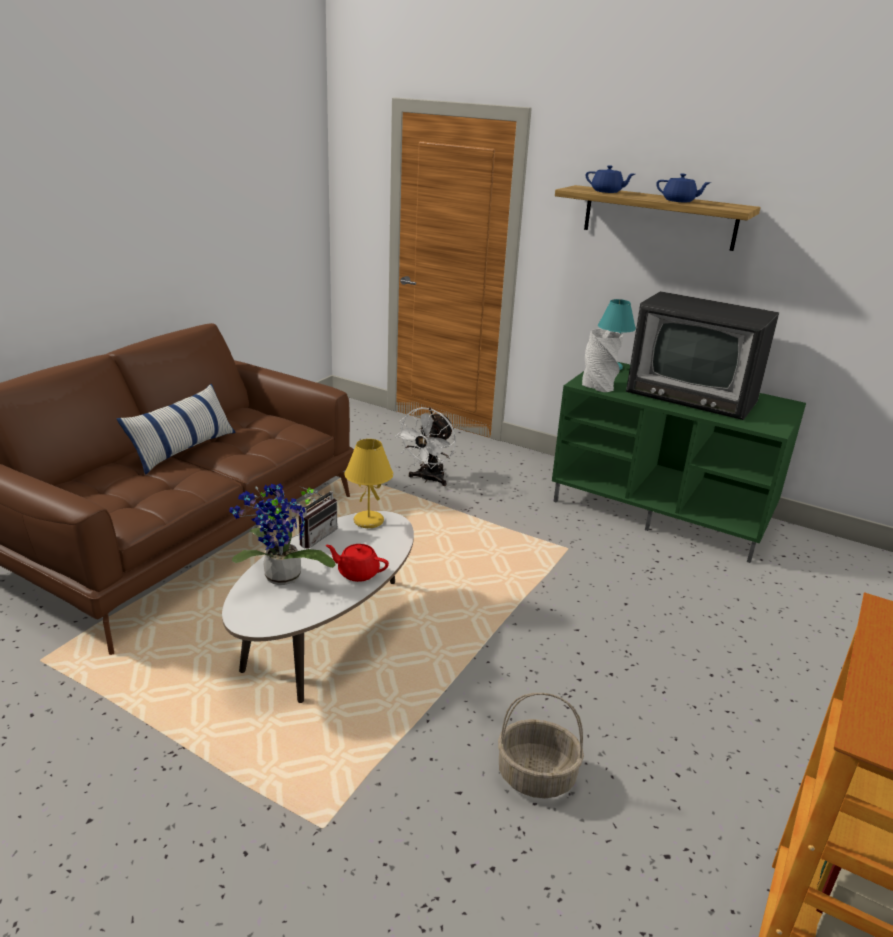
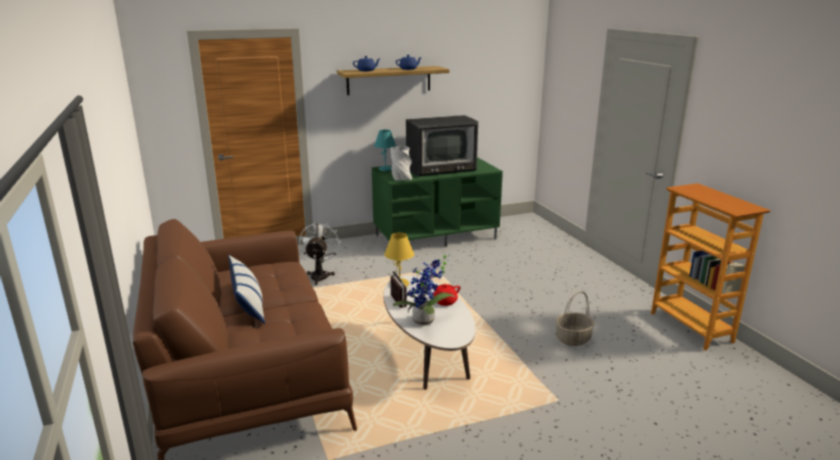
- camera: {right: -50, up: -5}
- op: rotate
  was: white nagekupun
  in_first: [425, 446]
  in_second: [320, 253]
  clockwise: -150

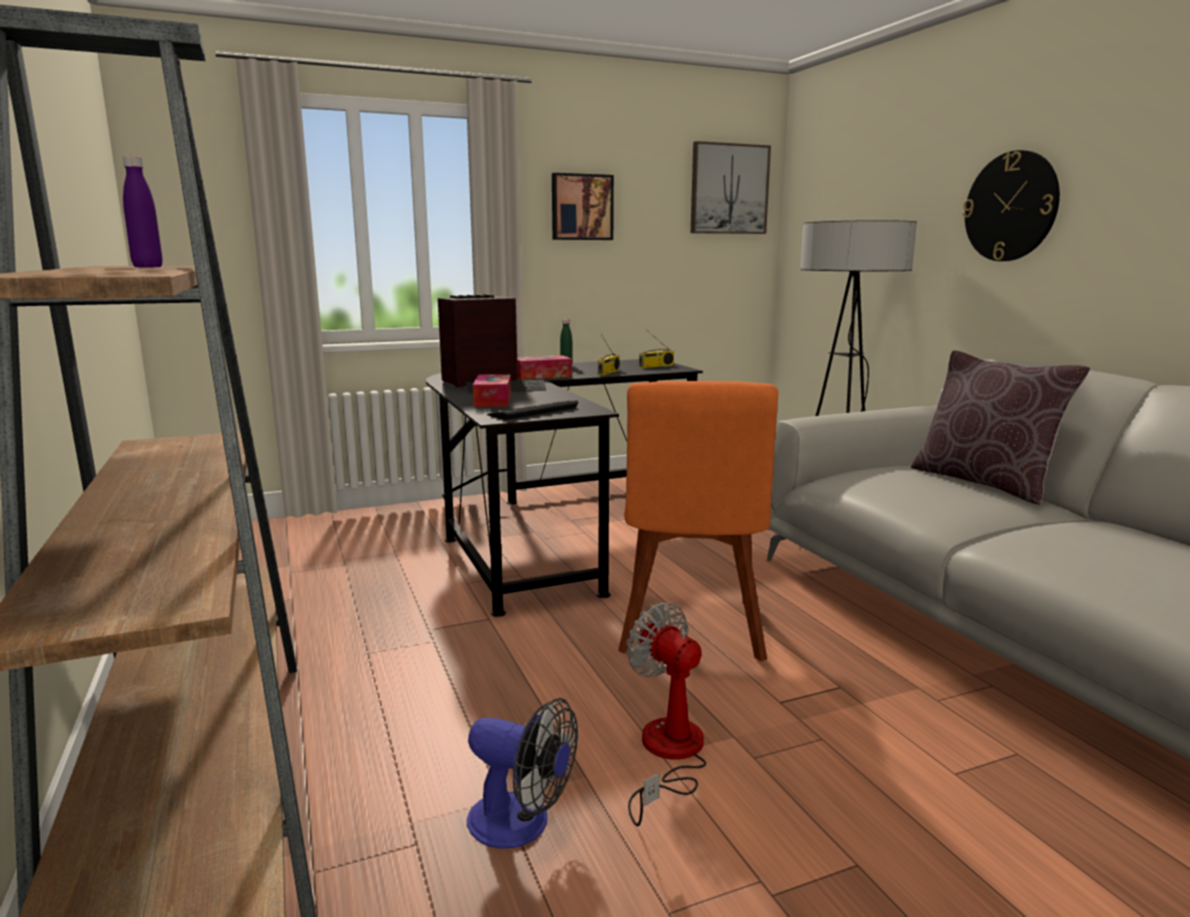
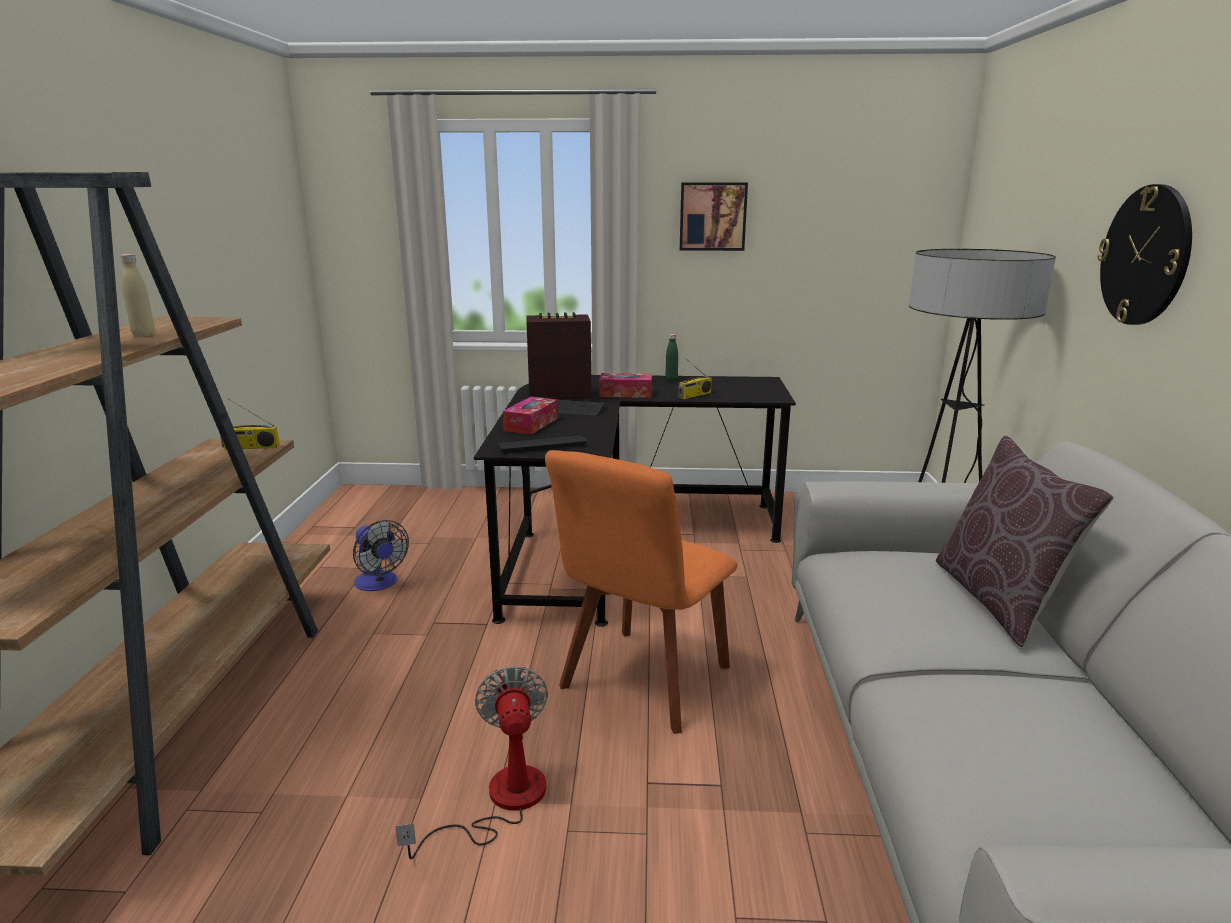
- camera: {right: 25, up: 5}
- op: delete
  was: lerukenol
  in_first: [731, 187]
- op: move
  was: nagekupun
  in_first: [522, 773]
  in_second: [381, 555]
- op: move
  was: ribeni
  in_first: [656, 349]
  in_second: [250, 424]
- op: recolor
  was: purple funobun
  now: beige funobun
  in_first: [143, 211]
  in_second: [137, 295]

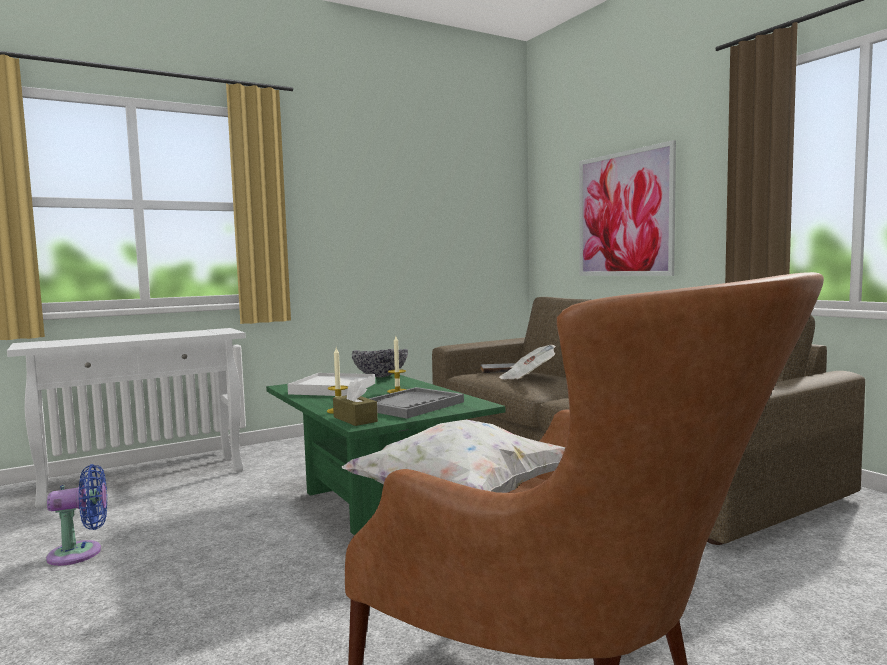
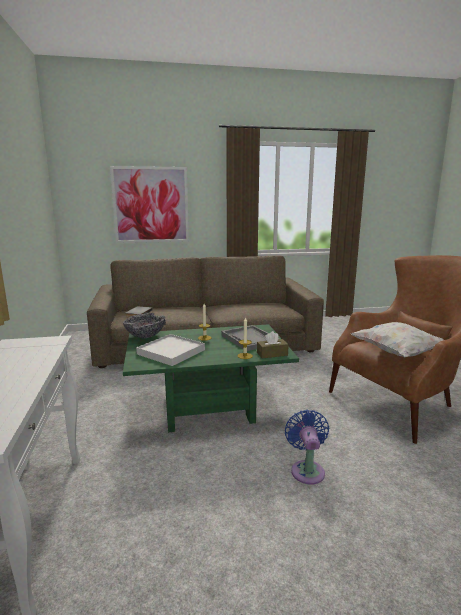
- camera: {right: -70, up: 10}
- op: delete
  was: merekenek
  in_first: [527, 362]
- op: move
  was: blue nagekupun
  in_first: [76, 515]
  in_second: [307, 447]

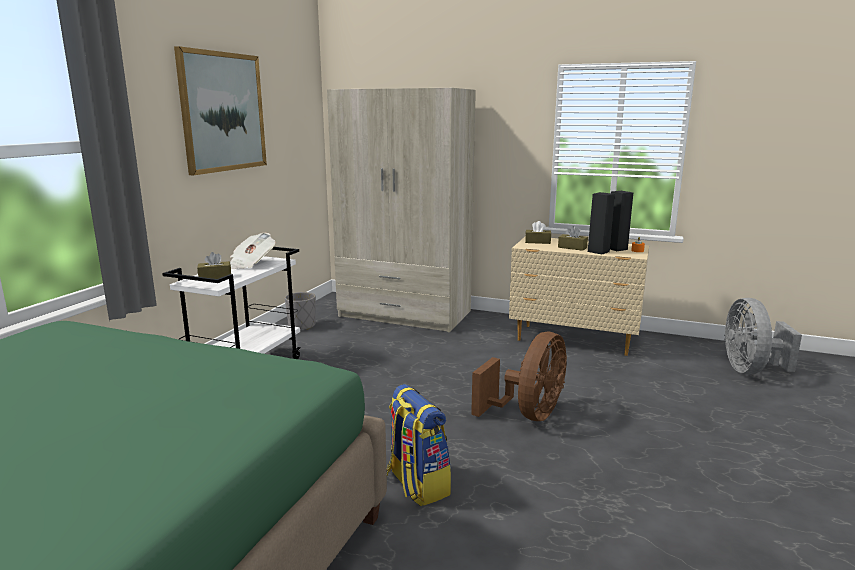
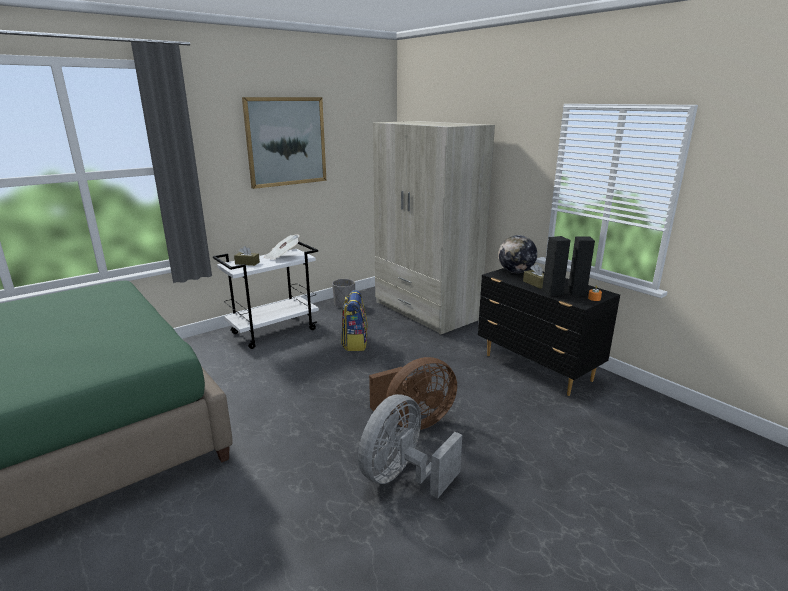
- camera: {right: 30, up: 5}
- op: move
  was: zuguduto
  in_first: [419, 445]
  in_second: [354, 320]
- op: move
  was: grey nagekupun
  in_first: [763, 336]
  in_second: [410, 446]
- op: replace
  was: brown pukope
  now: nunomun
  in_first: [538, 232]
  in_second: [517, 254]
- op: recolor
  was: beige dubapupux
  now: black dubapupux
  in_first: [579, 296]
  in_second: [549, 332]

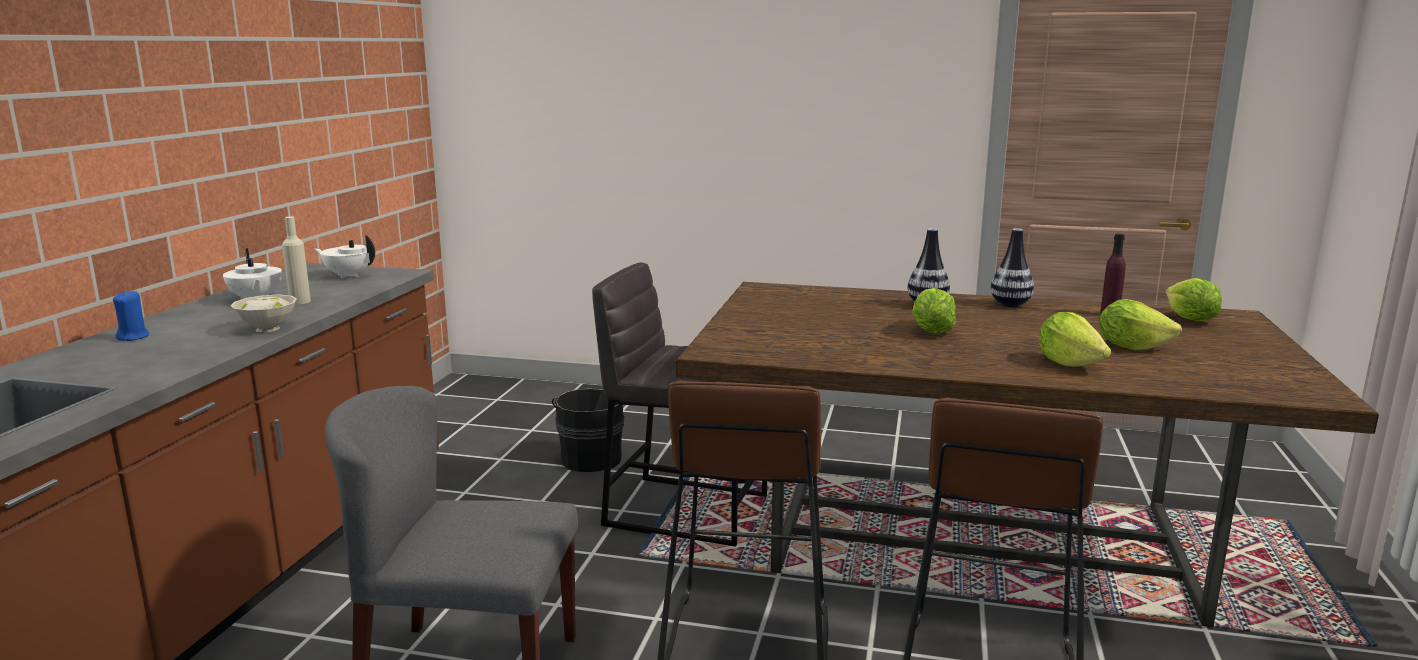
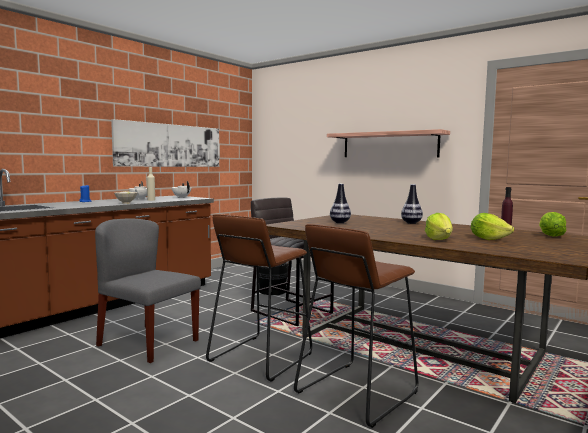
- camera: {right: 25, up: -10}
- op: delete
  was: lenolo
  in_first: [934, 310]
- op: insert
  now: lerukenol
  in_second: [165, 143]
- op: insert
  now: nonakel
  in_second: [388, 143]
- op: move
  was: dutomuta
  in_first: [1012, 267]
  in_second: [340, 203]

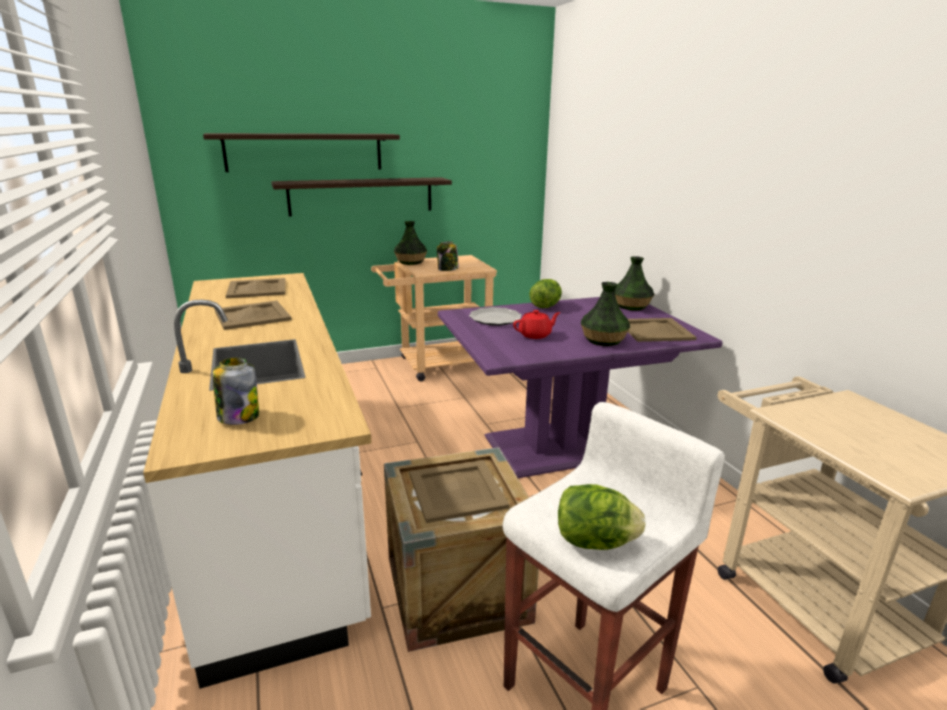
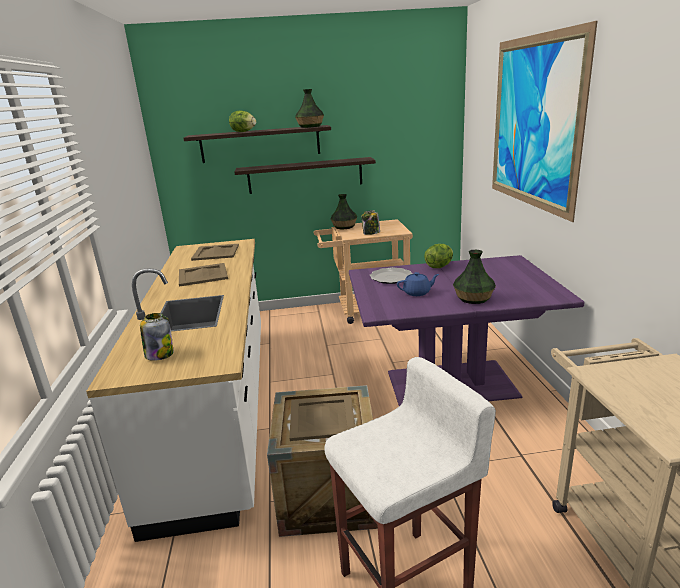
- camera: {right: 15, up: 0}
- op: delete
  was: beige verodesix
  in_first: [662, 330]
- op: insert
  now: lerukenol
  in_second: [544, 121]
- op: move
  was: lenolo
  in_first: [602, 517]
  in_second: [242, 121]
- op: move
  was: dutomuta
  in_first: [634, 283]
  in_second: [309, 108]
- op: recolor
  was: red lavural
  now: blue lavural
  in_first: [536, 324]
  in_second: [418, 284]

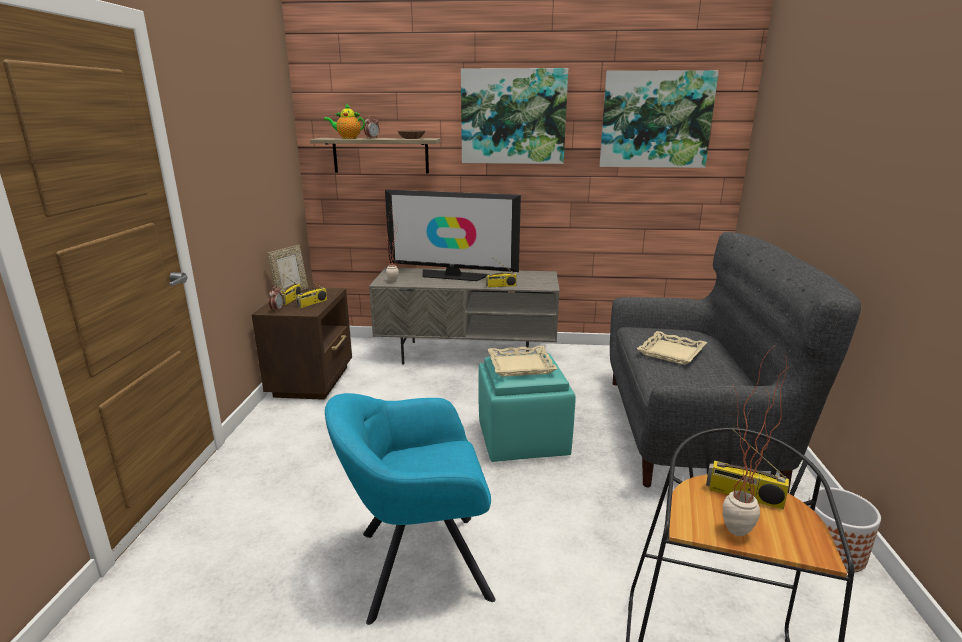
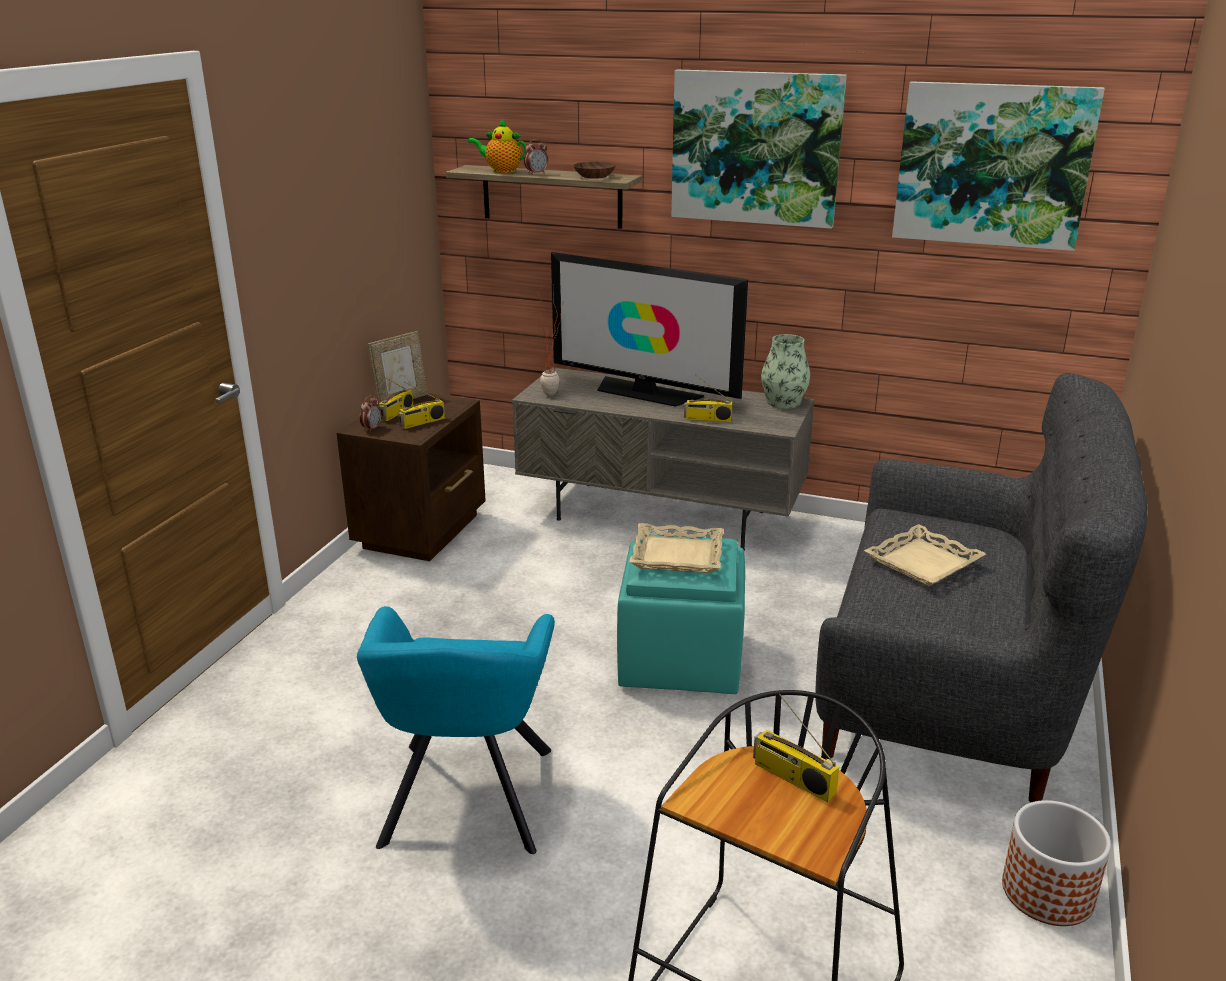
- camera: {right: 15, up: 5}
- op: delete
  was: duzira
  in_first: [757, 440]
- op: insert
  now: dutomuta
  in_second: [786, 371]
- op: rotate
  was: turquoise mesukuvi
  in_first: [410, 509]
  in_second: [456, 730]
  clockwise: -90

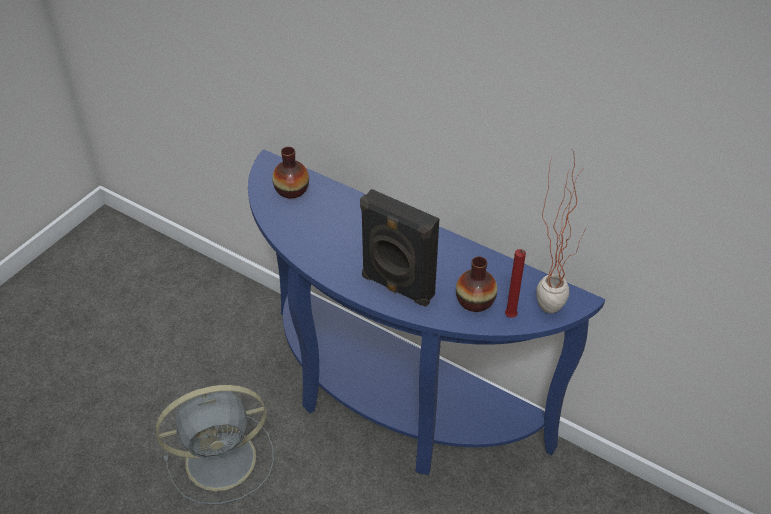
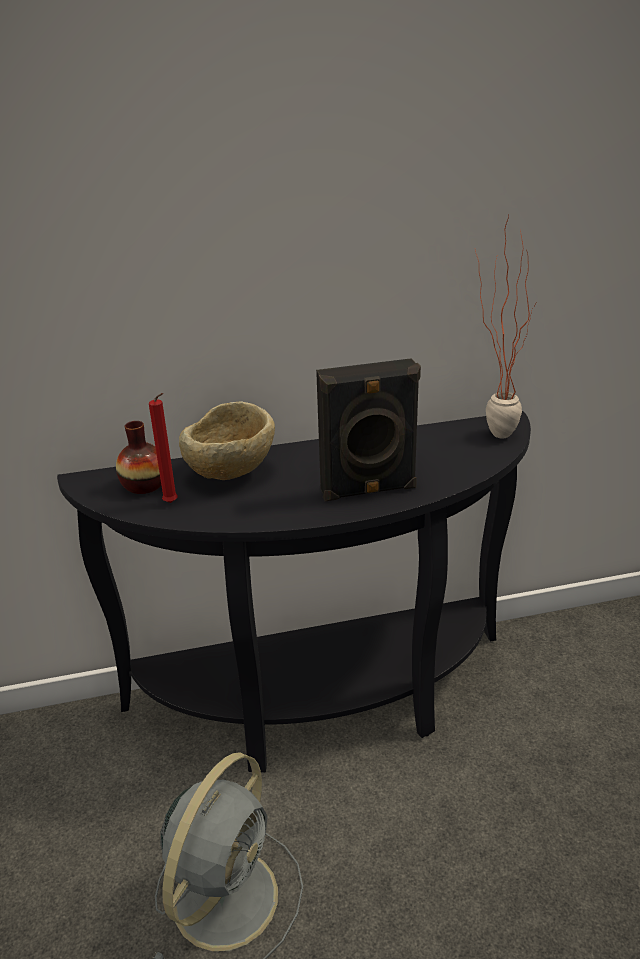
- camera: {right: -45, up: -15}
- op: delete
  was: dutomuta
  in_first: [476, 284]
- op: insert
  now: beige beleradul
  in_second: [227, 440]
- op: move
  was: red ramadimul
  in_first: [515, 283]
  in_second: [163, 448]
- op: recolor
  was: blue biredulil
  now: black biredulil
  in_first: [426, 312]
  in_second: [294, 591]

